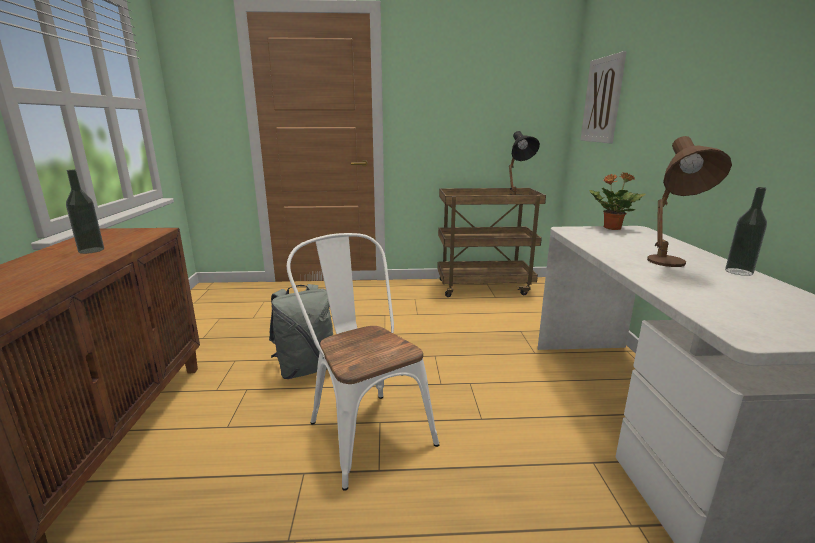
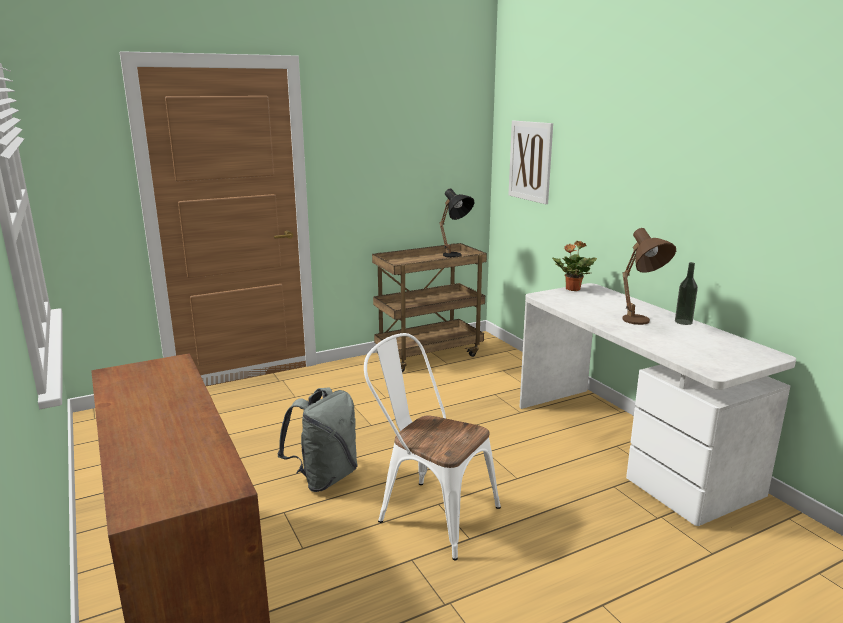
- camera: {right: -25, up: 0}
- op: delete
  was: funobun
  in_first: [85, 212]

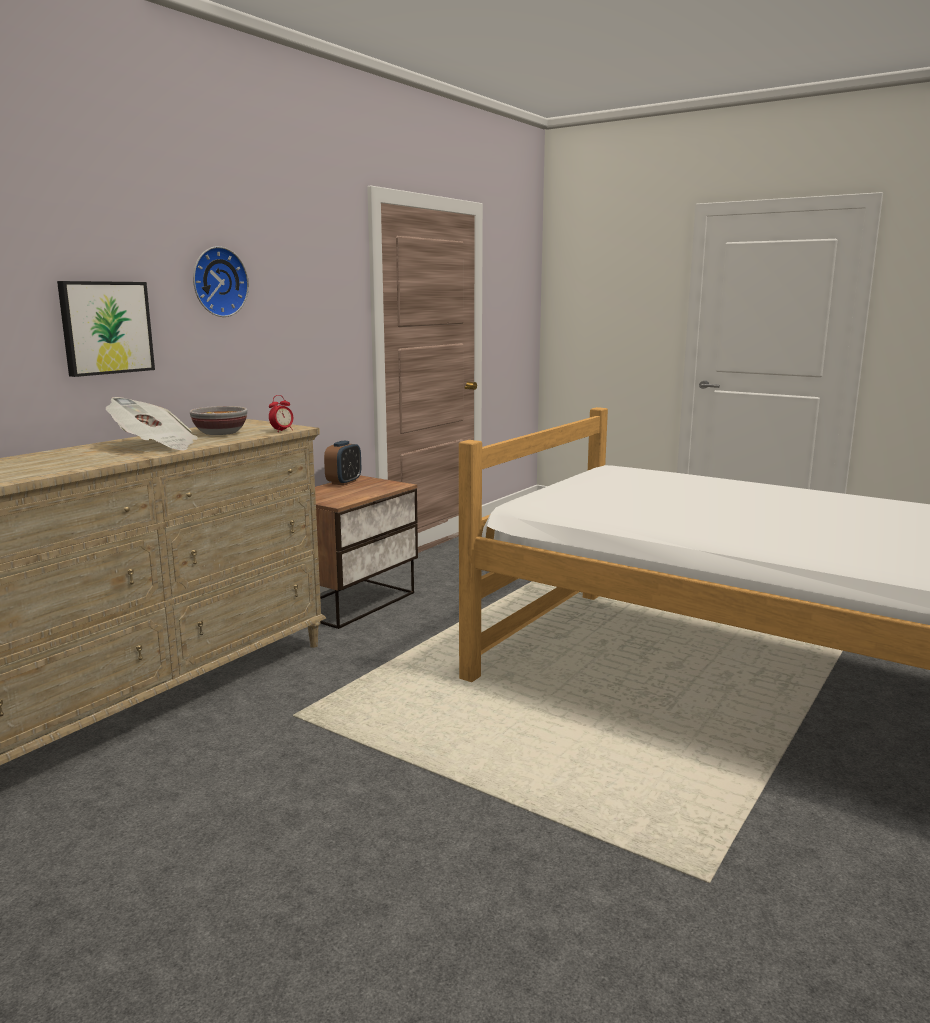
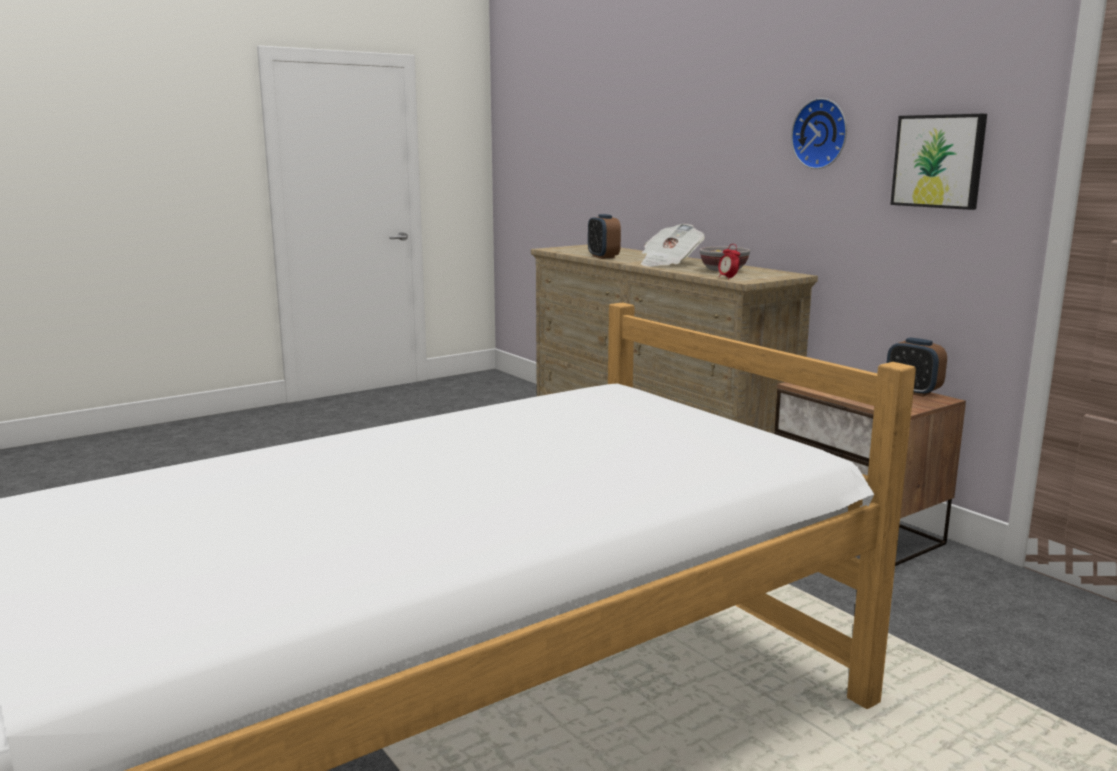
- camera: {right: 110, up: 0}
- op: insert
  now: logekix
  in_second: [604, 236]
- op: move
  was: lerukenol
  in_first: [106, 329]
  in_second: [938, 162]

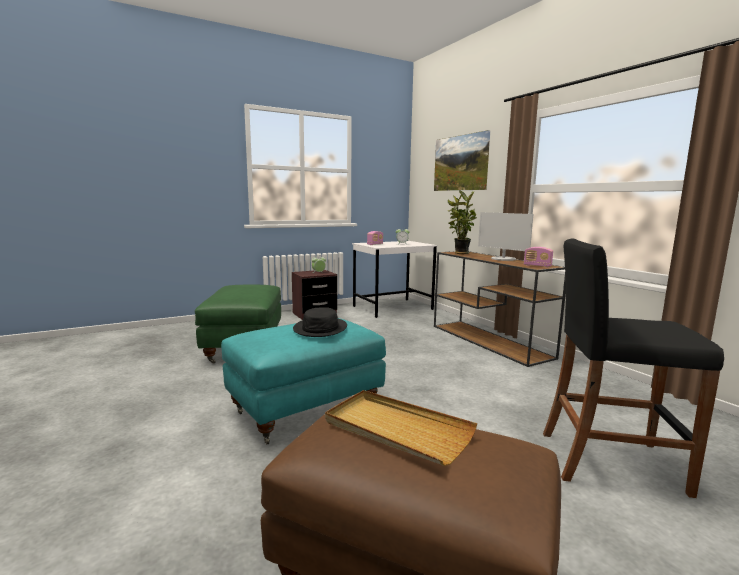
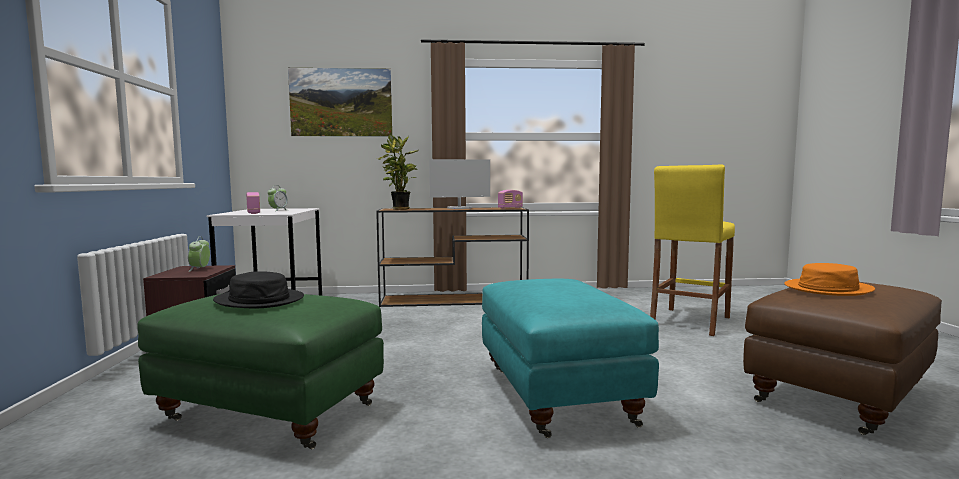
- camera: {right: -65, up: -5}
- op: move
  was: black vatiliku
  in_first: [320, 322]
  in_second: [258, 289]
- op: replace
  was: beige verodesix
  now: orange vatiliku
  in_first: [401, 428]
  in_second: [829, 279]
- op: recolor
  was: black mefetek
  now: yellow mefetek
  in_first: [633, 368]
  in_second: [692, 250]

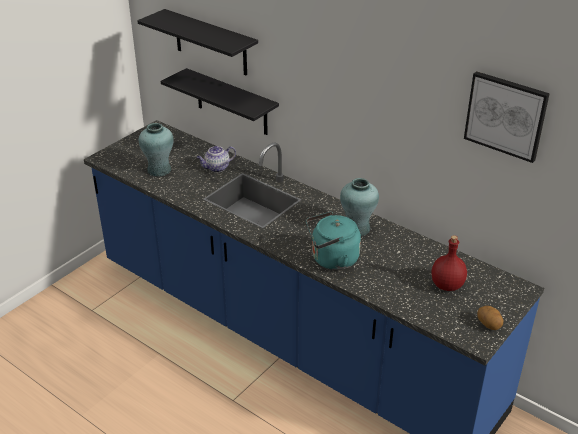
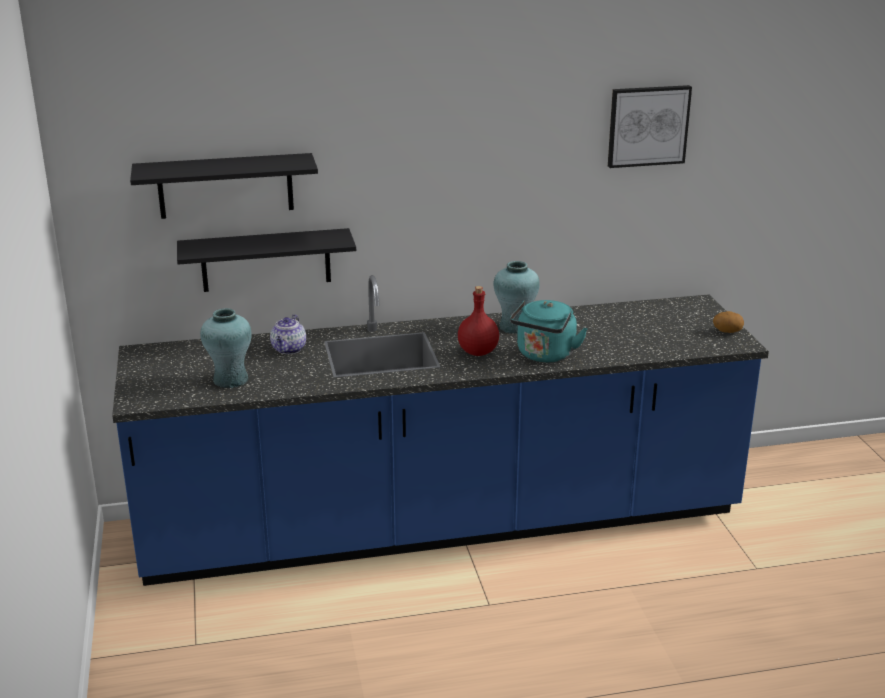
- camera: {right: -50, up: -10}
- op: move
  was: red funobun
  in_first: [449, 263]
  in_second: [478, 321]

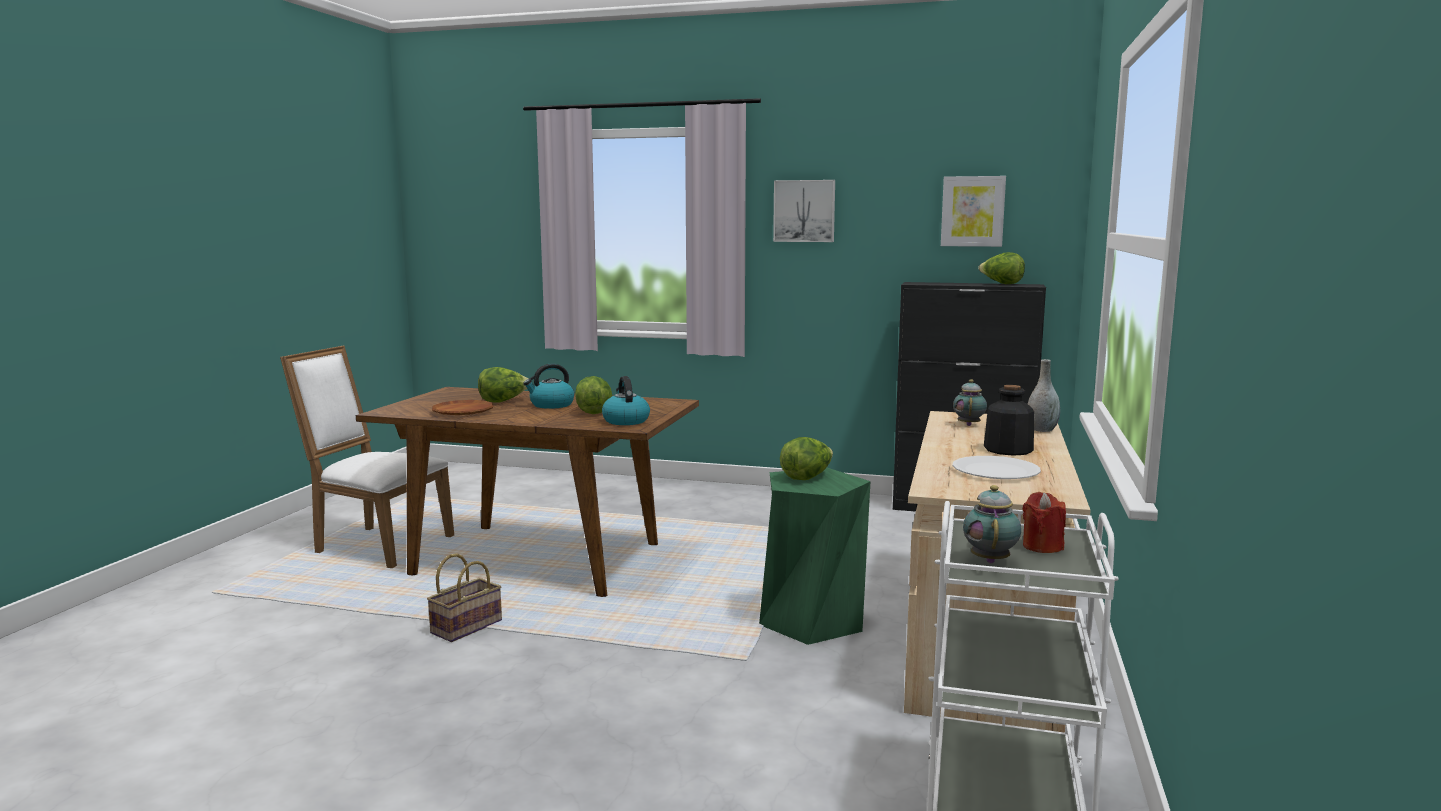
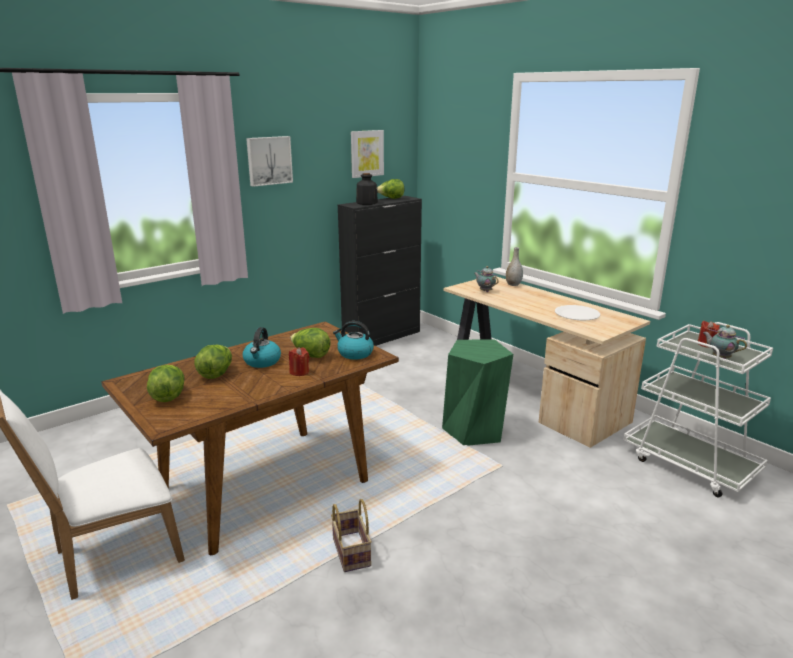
- camera: {right: -55, up: 10}
- op: delete
  was: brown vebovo
  in_first: [462, 407]
- op: insert
  now: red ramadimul
  in_second: [299, 361]
- op: move
  was: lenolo
  in_first: [806, 458]
  in_second: [166, 383]
- op: move
  was: funobun
  in_first: [1009, 420]
  in_second: [367, 189]

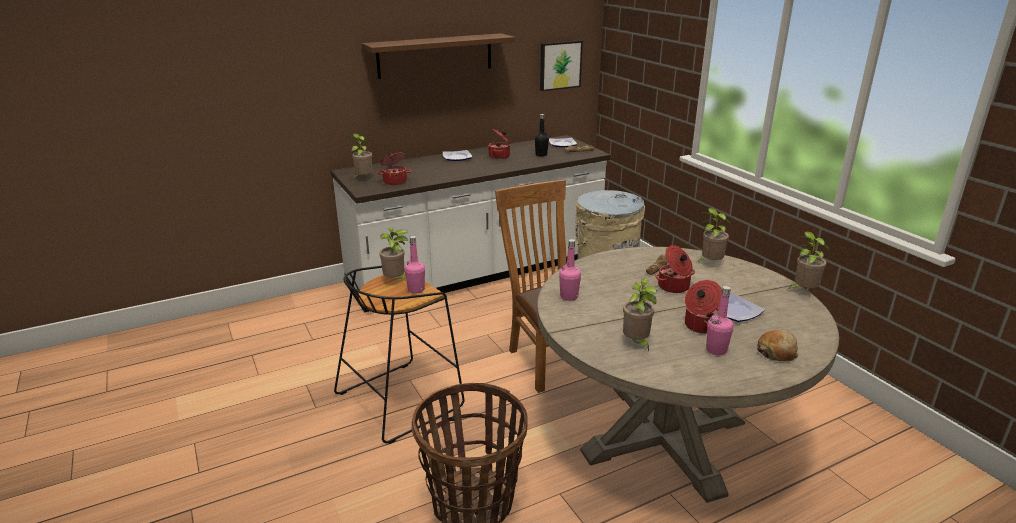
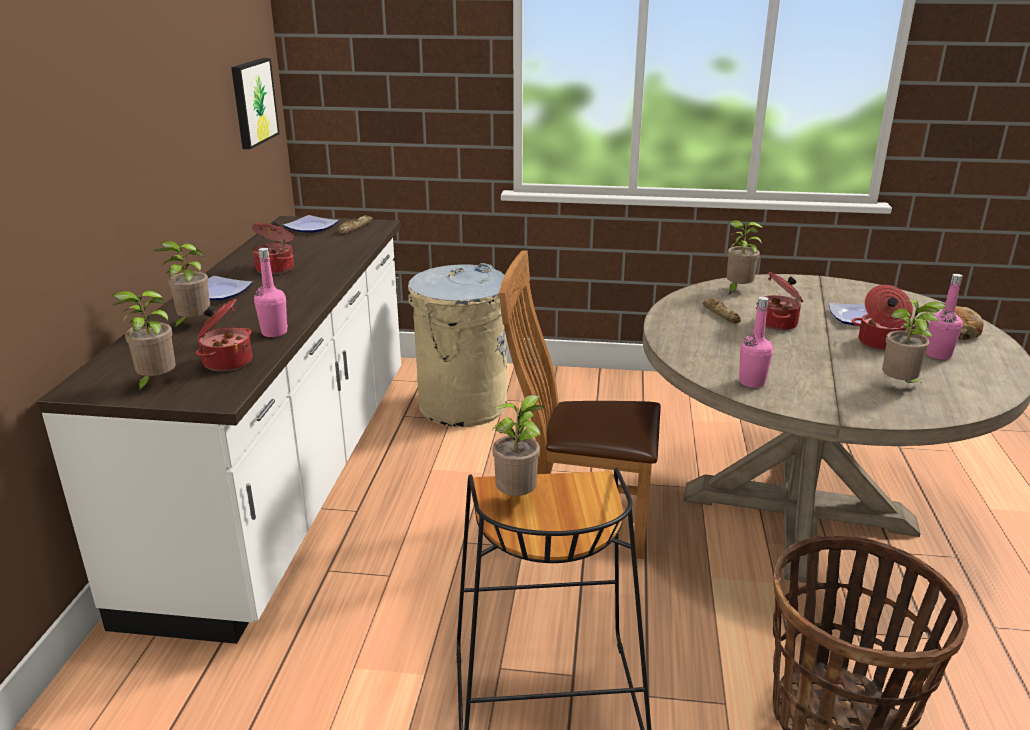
- camera: {right: -55, up: 0}
- op: delete
  was: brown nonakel
  in_first: [438, 56]
- op: delete
  was: black funobun
  in_first: [542, 135]
- op: move
  was: pink funobun
  in_first: [415, 265]
  in_second: [271, 292]
- op: move
  was: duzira
  in_first: [808, 260]
  in_second: [182, 285]

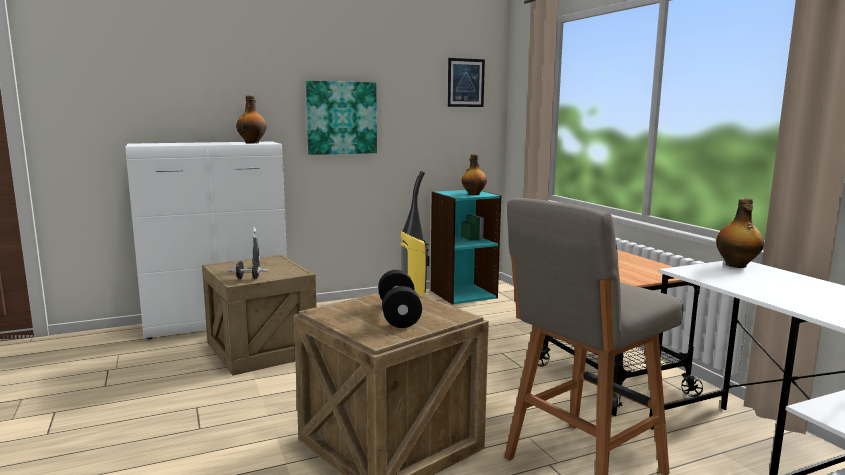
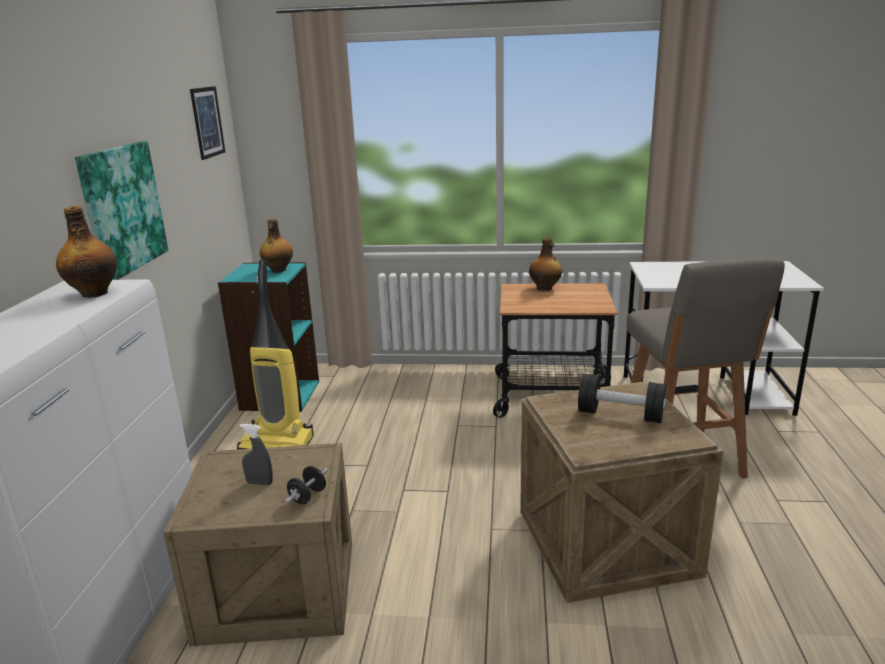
- camera: {right: -60, up: 10}
- op: move
  was: funobun
  in_first: [740, 233]
  in_second: [545, 264]

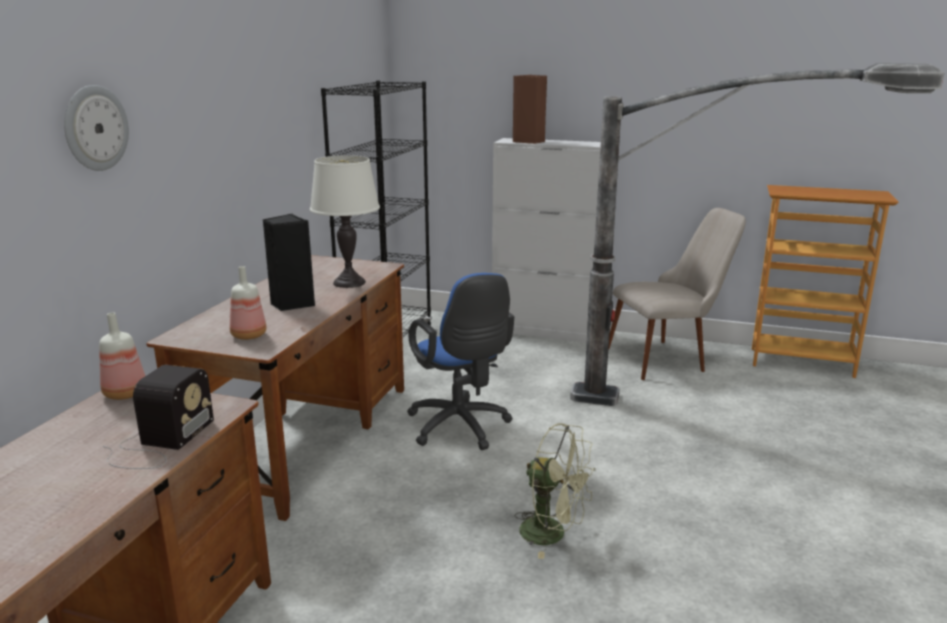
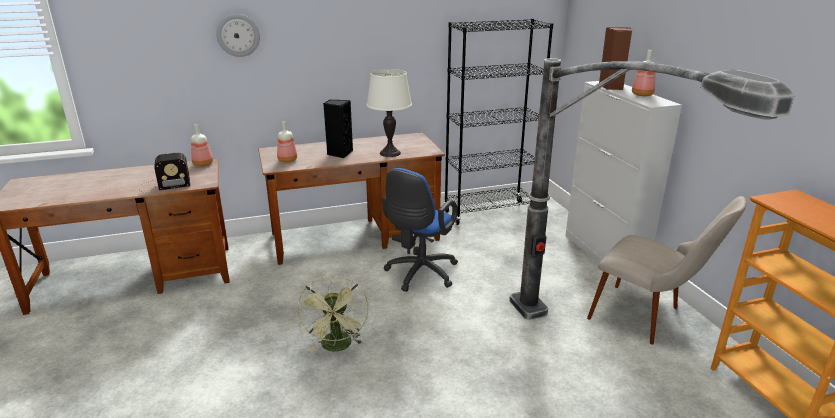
- camera: {right: 55, up: 5}
- op: insert
  now: funobun
  in_second: [643, 73]

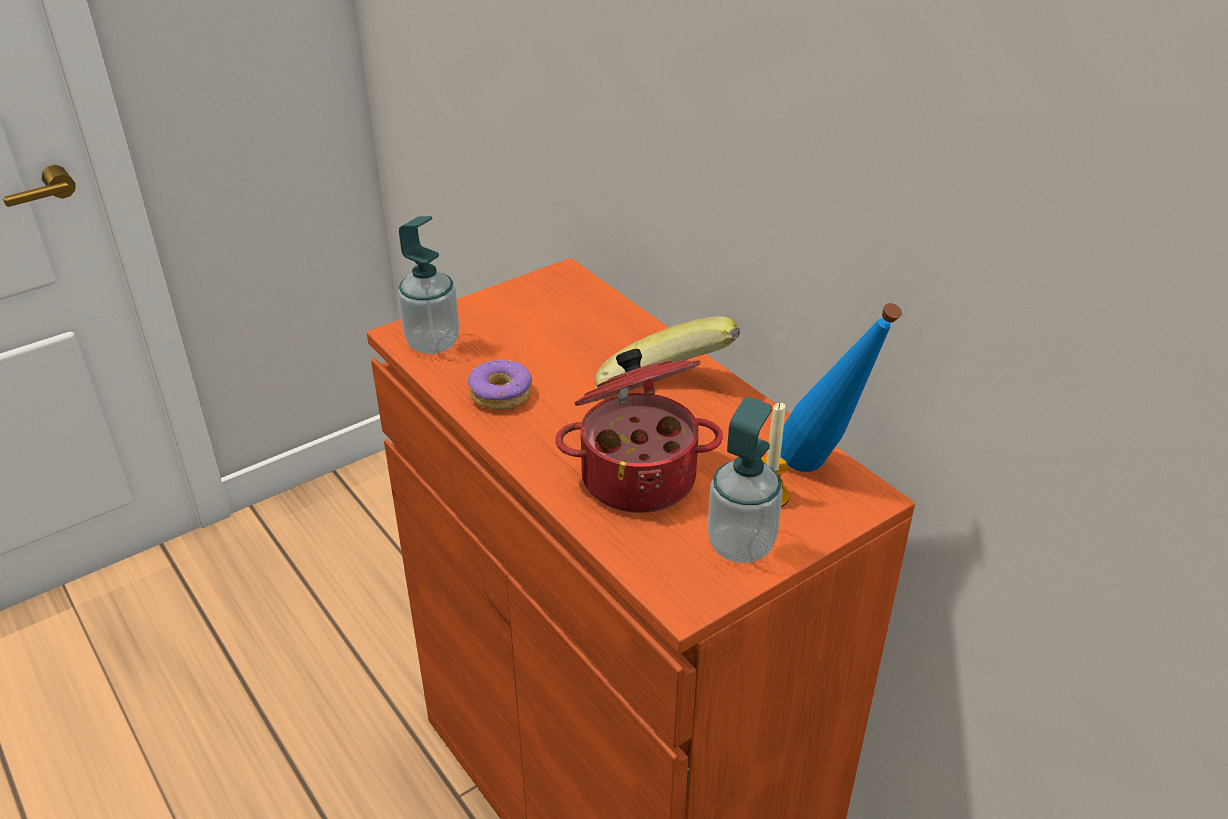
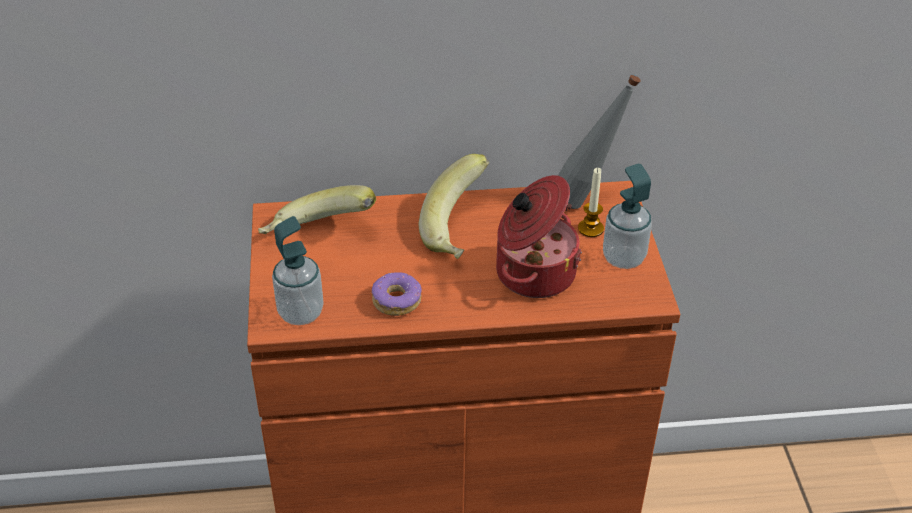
- camera: {right: -60, up: 5}
- op: insert
  now: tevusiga
  in_second: [317, 209]
- op: recolor
  was: blue funobun
  now: grey funobun
  in_first: [841, 387]
  in_second: [599, 142]

